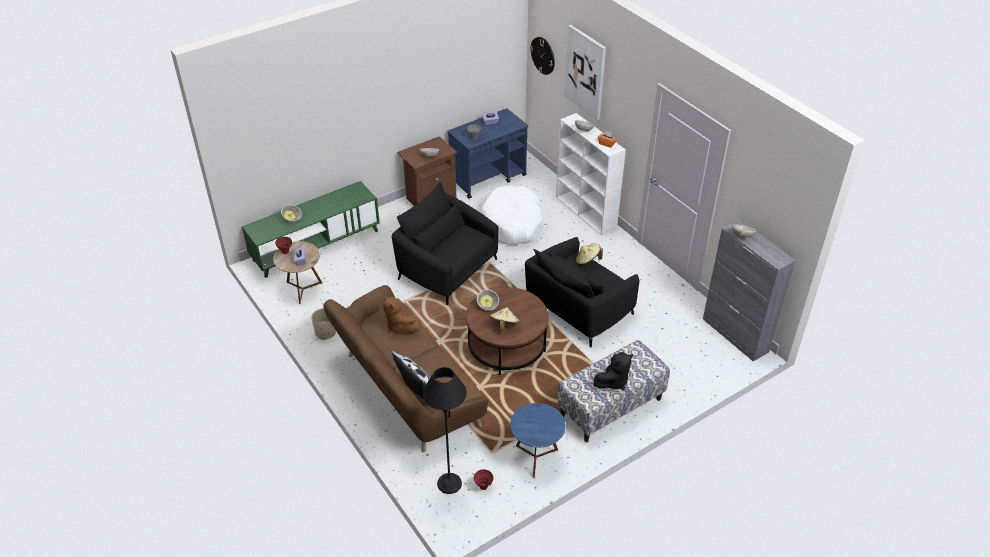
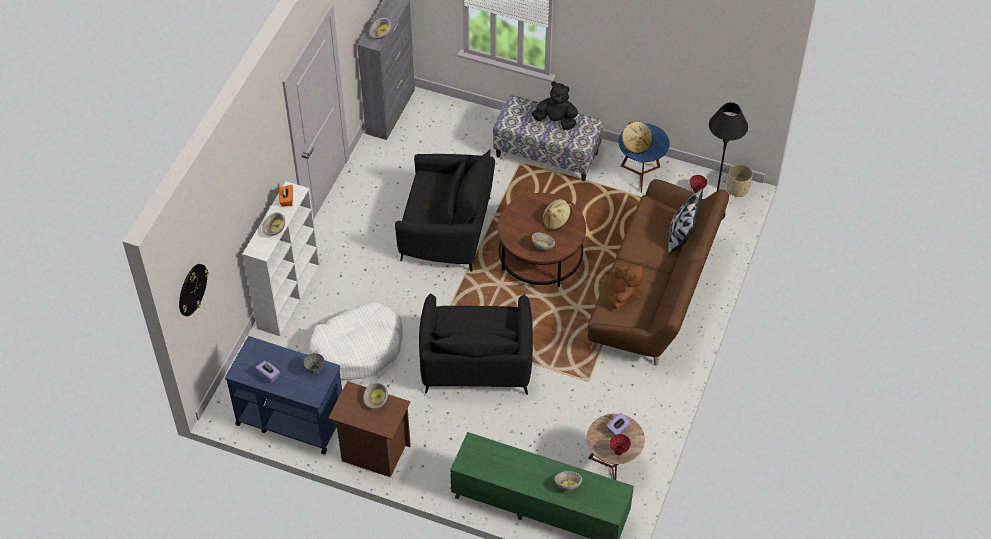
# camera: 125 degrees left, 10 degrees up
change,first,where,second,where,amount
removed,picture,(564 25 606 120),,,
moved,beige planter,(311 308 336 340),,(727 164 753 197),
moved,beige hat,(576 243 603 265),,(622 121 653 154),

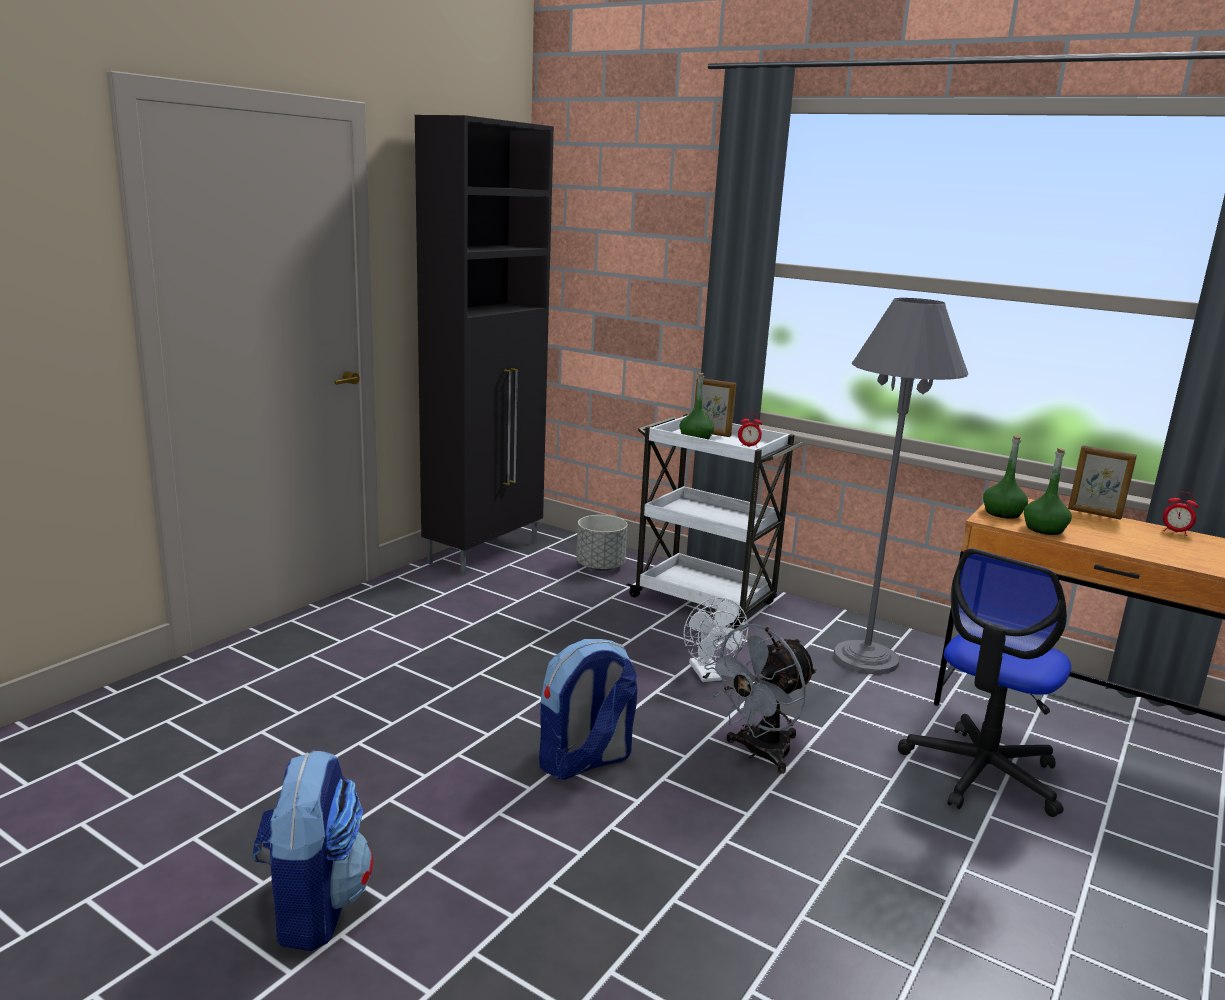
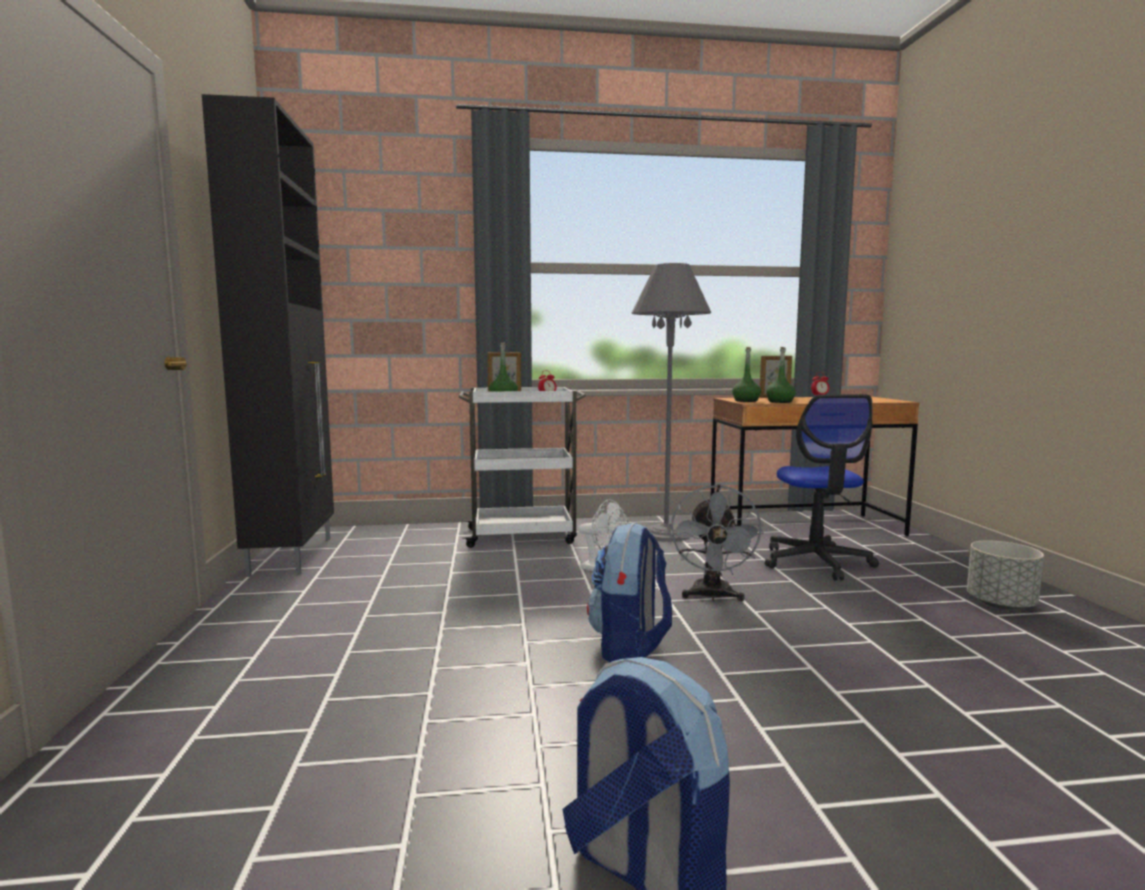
# camera: 40 degrees left, 10 degrees down
change,first,where,second,where,amount
moved,grey planter,(576 515 627 571),,(967 540 1044 610),

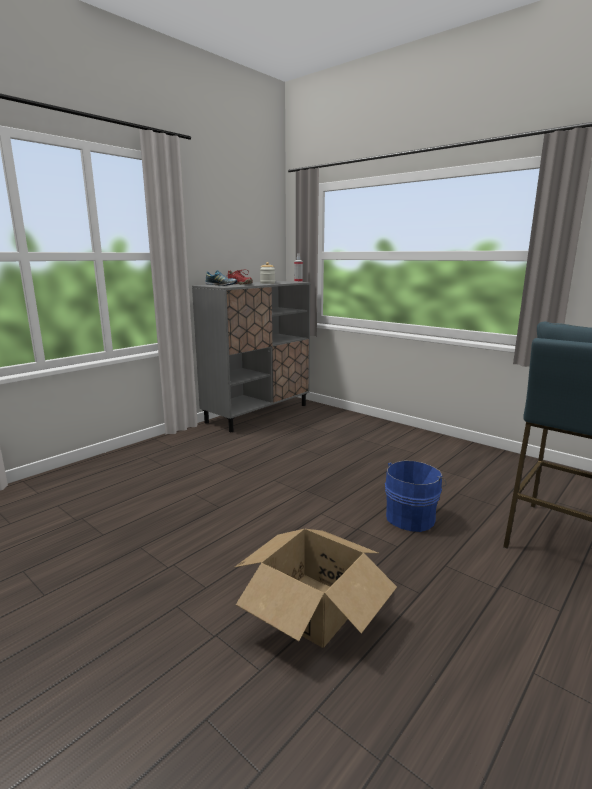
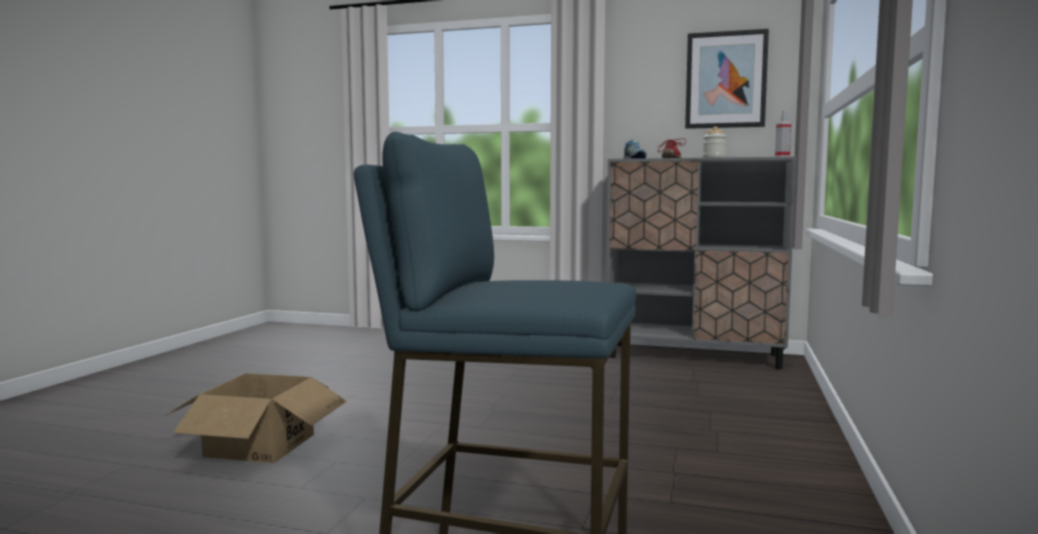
# camera: 65 degrees right, 10 degrees down
change,first,where,second,where,amount
removed,blue bucket,(385 460 447 532),,,
added,,,picture,(685 29 769 129),

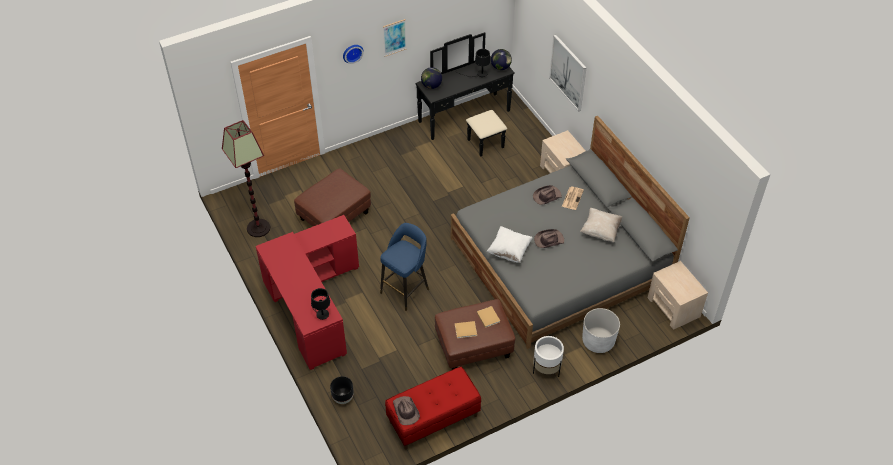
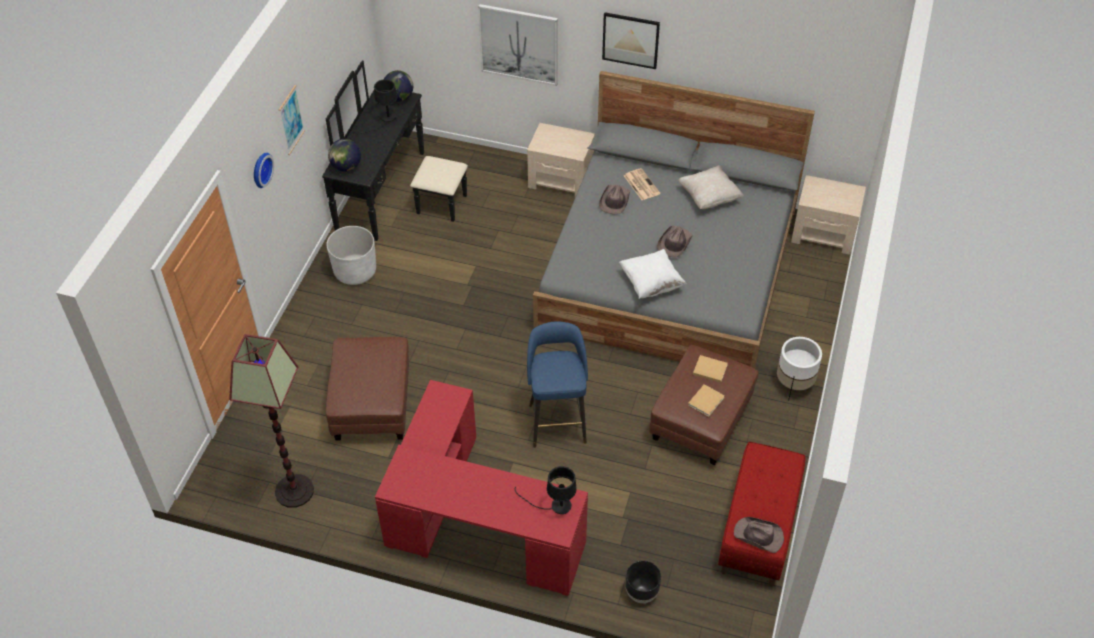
# camera: 45 degrees left, 0 degrees up
change,first,where,second,where,amount
added,,,picture,(602 12 660 69),
moved,white planter,(582 308 620 353),,(326 226 376 285),

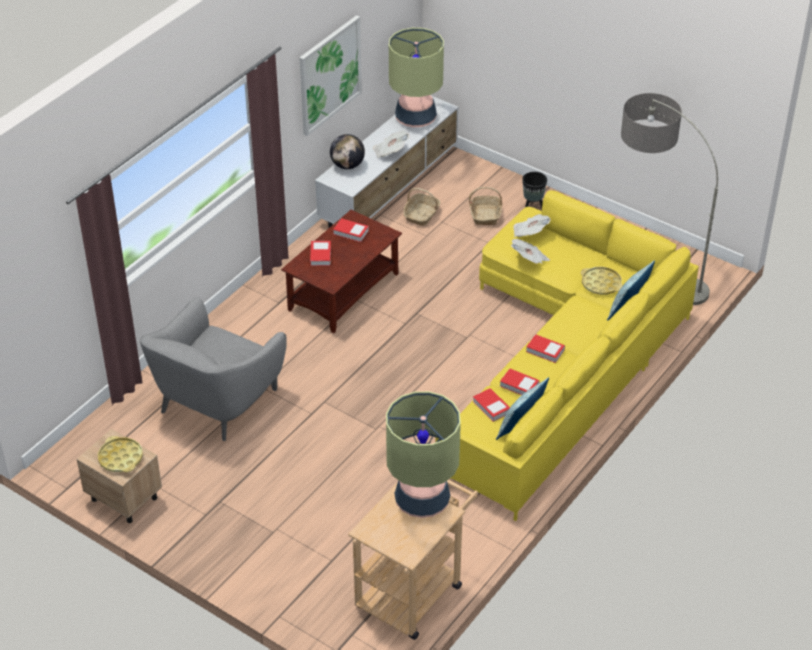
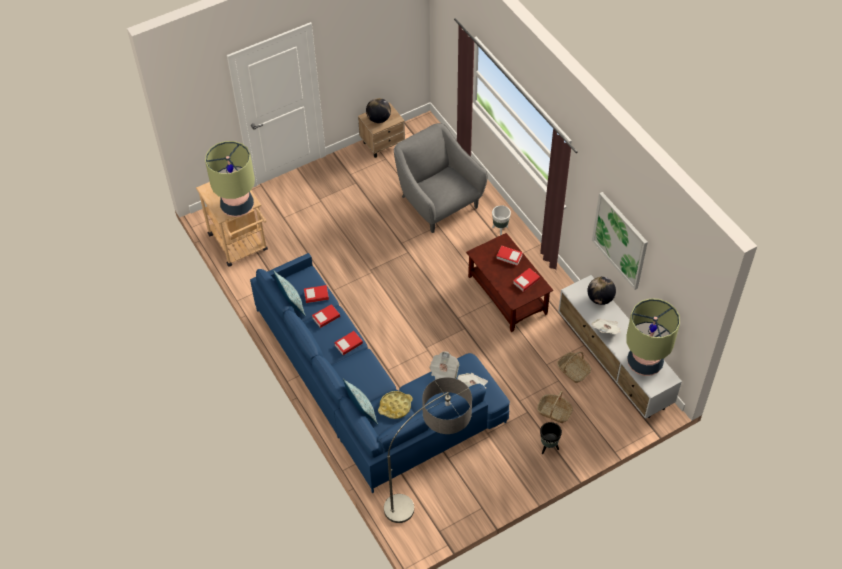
# camera: 115 degrees right, 10 degrees up
change,first,where,second,where,amount
added,,,white planter,(492 205 511 235),
replaced,yellow tray,(98 436 143 472),globe,(366 98 391 123),
recoloured,yellow sofa,(435 190 699 521),blue sofa,(250 253 510 493),

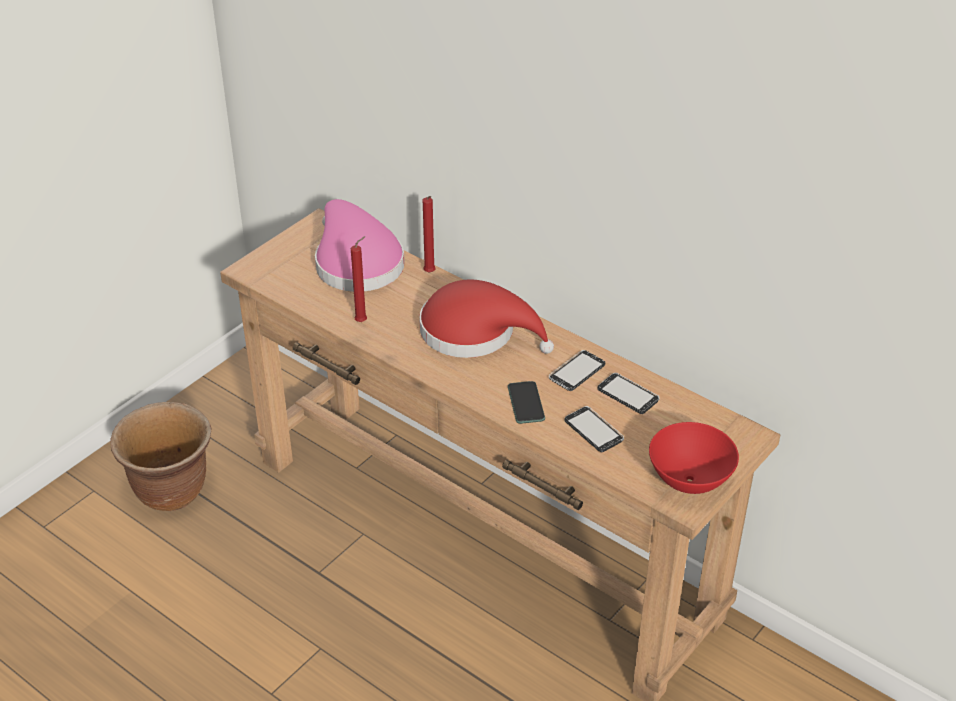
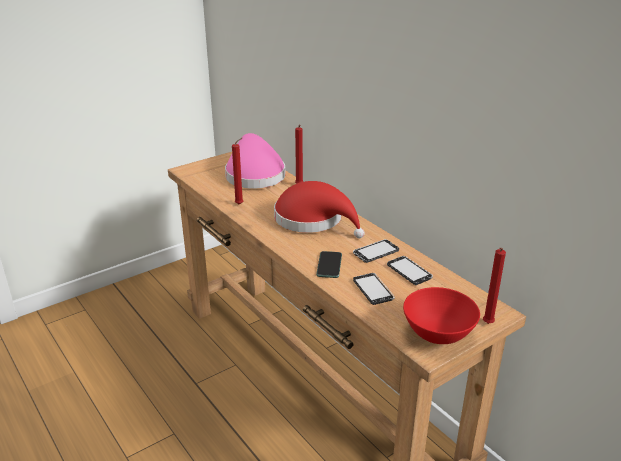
# camera: 15 degrees right, 10 degrees down
change,first,where,second,where,amount
removed,brown planter,(111 402 211 511),,,
added,,,red candle,(483 247 506 324),

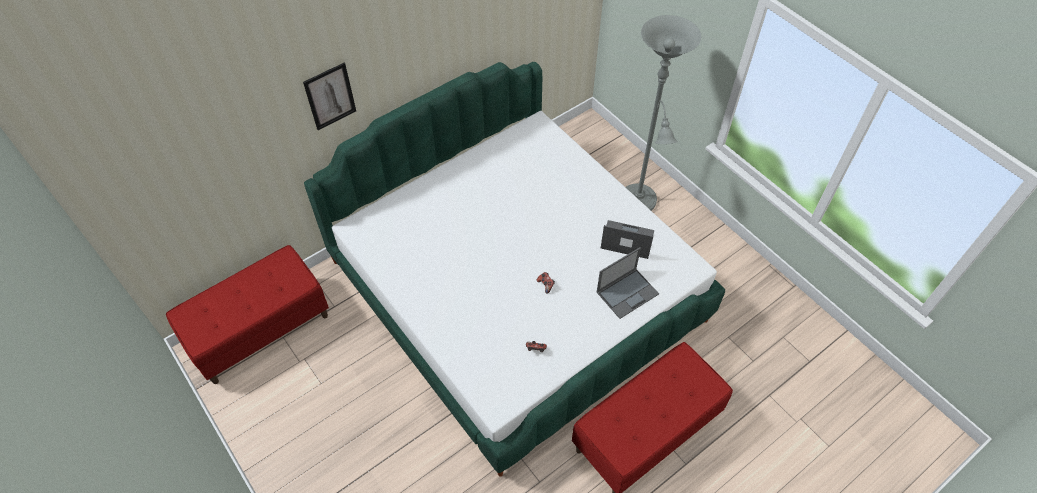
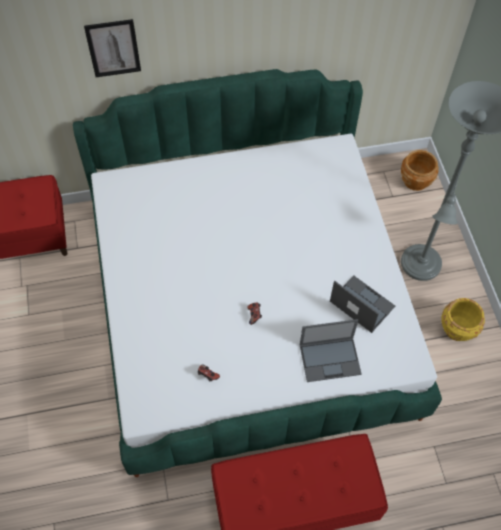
# camera: 25 degrees right, 5 degrees up
change,first,where,second,where,amount
added,,,brown planter,(401 150 439 191),
added,,,yellow planter,(441 298 485 341),

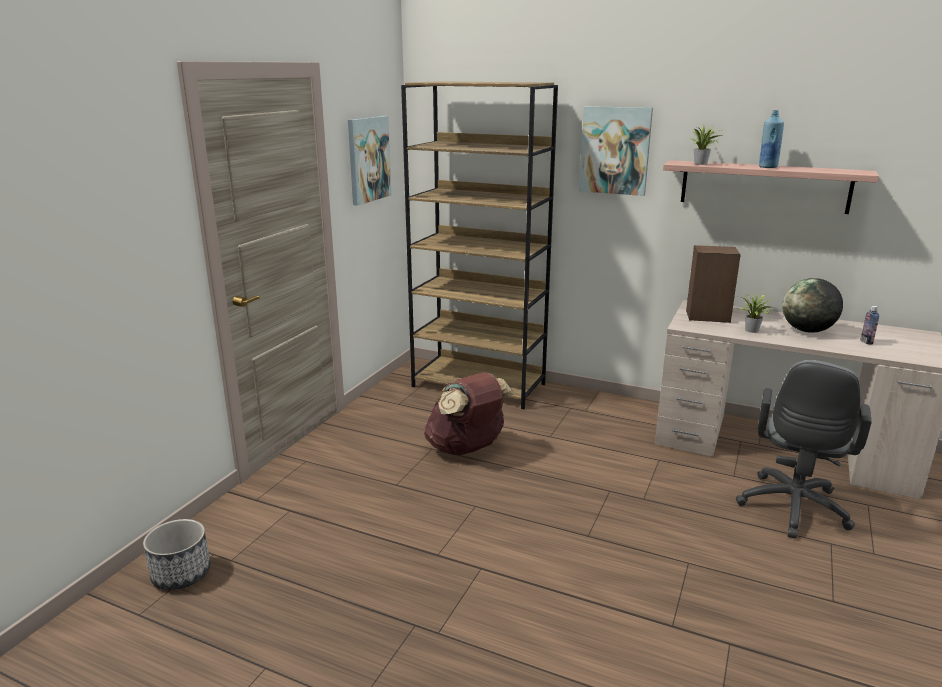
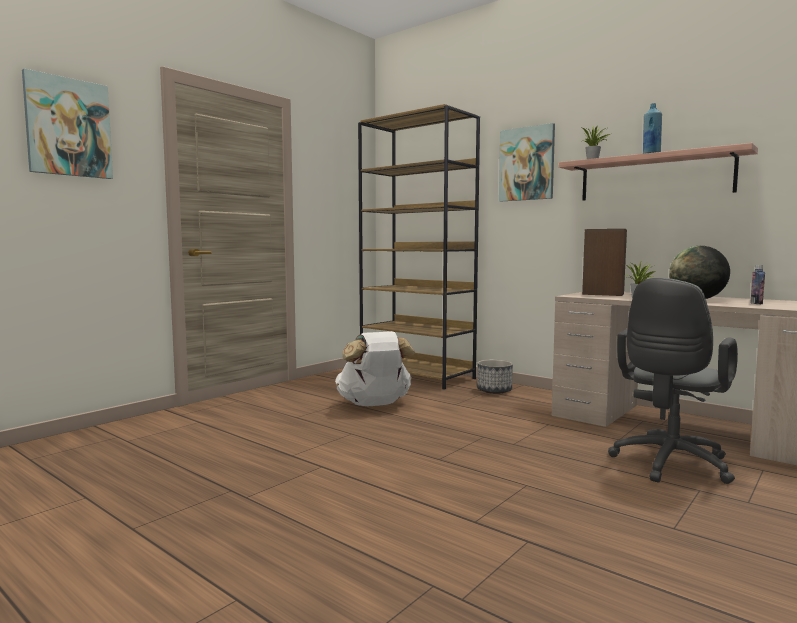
# camera: 15 degrees right, 15 degrees down
change,first,where,second,where,amount
moved,planter,(143 519 210 590),,(477 360 513 394),
moved,picture,(348 116 391 205),,(22 68 113 179),
recoloured,brown backpack,(424 372 515 455),white backpack,(335 331 415 406),

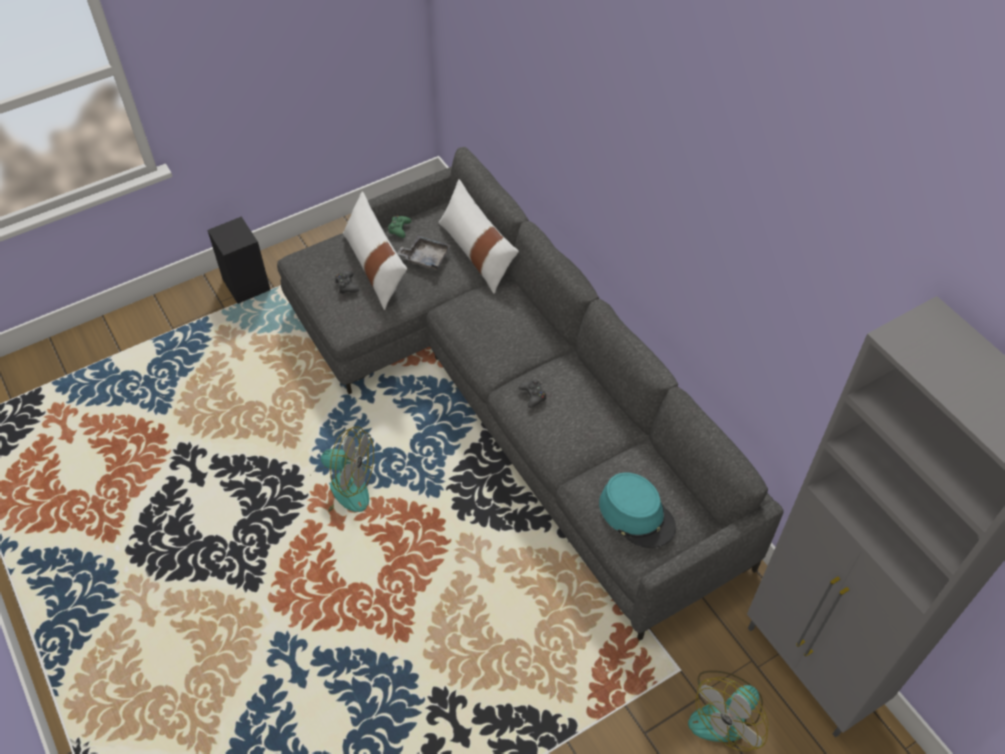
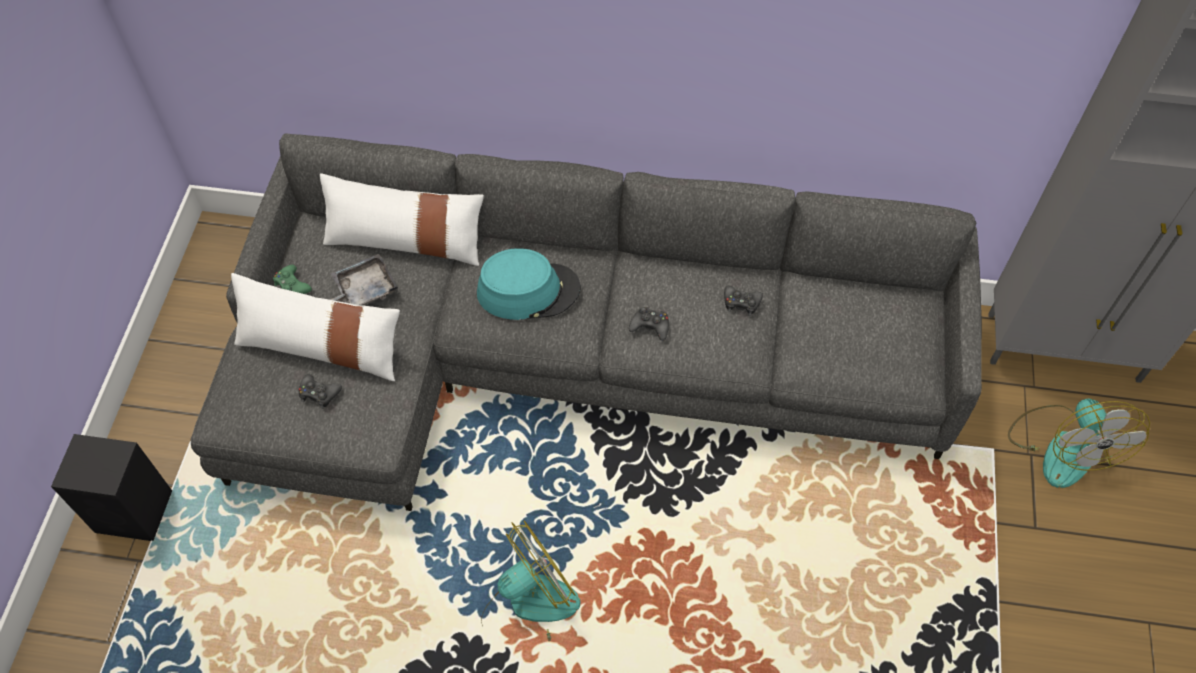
# camera: 50 degrees left, 5 degrees up
change,first,where,second,where,amount
added,,,black game controller,(724 286 763 316),
moved,turquoise hat,(599 472 676 548),,(477 248 581 320),

